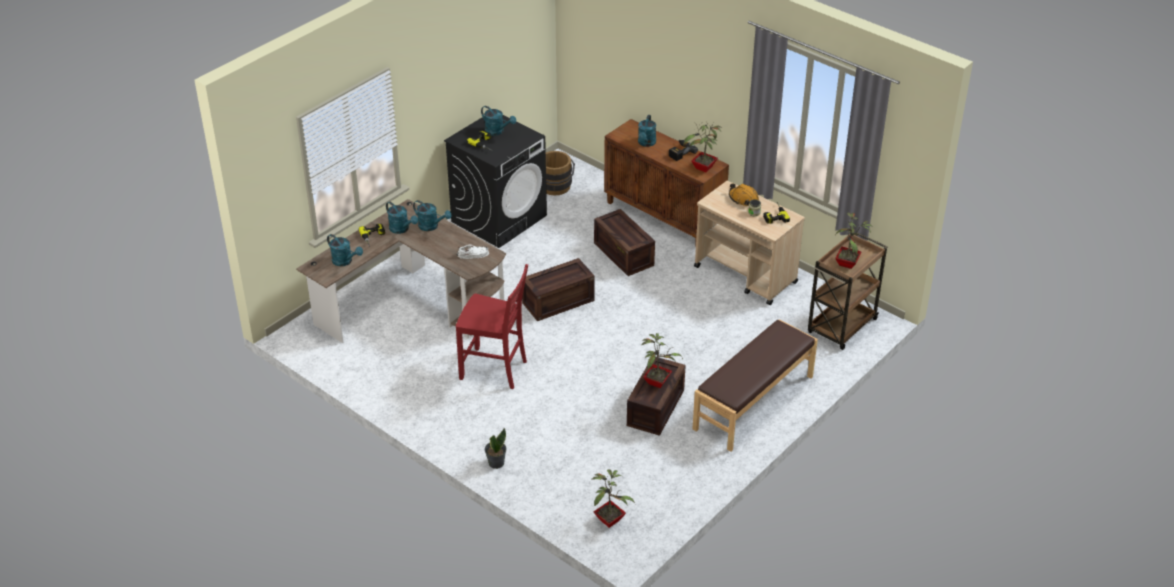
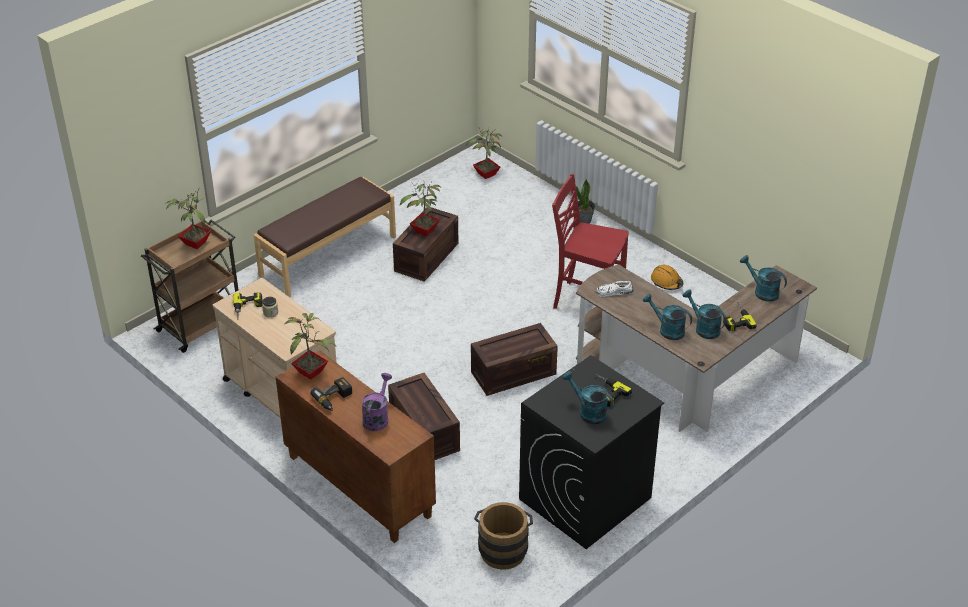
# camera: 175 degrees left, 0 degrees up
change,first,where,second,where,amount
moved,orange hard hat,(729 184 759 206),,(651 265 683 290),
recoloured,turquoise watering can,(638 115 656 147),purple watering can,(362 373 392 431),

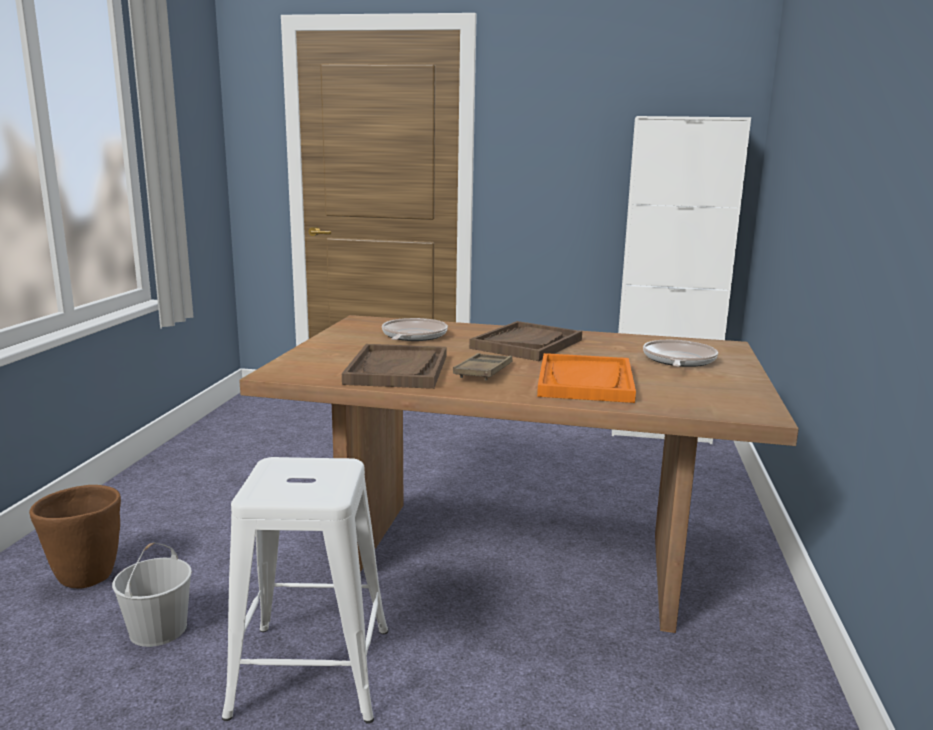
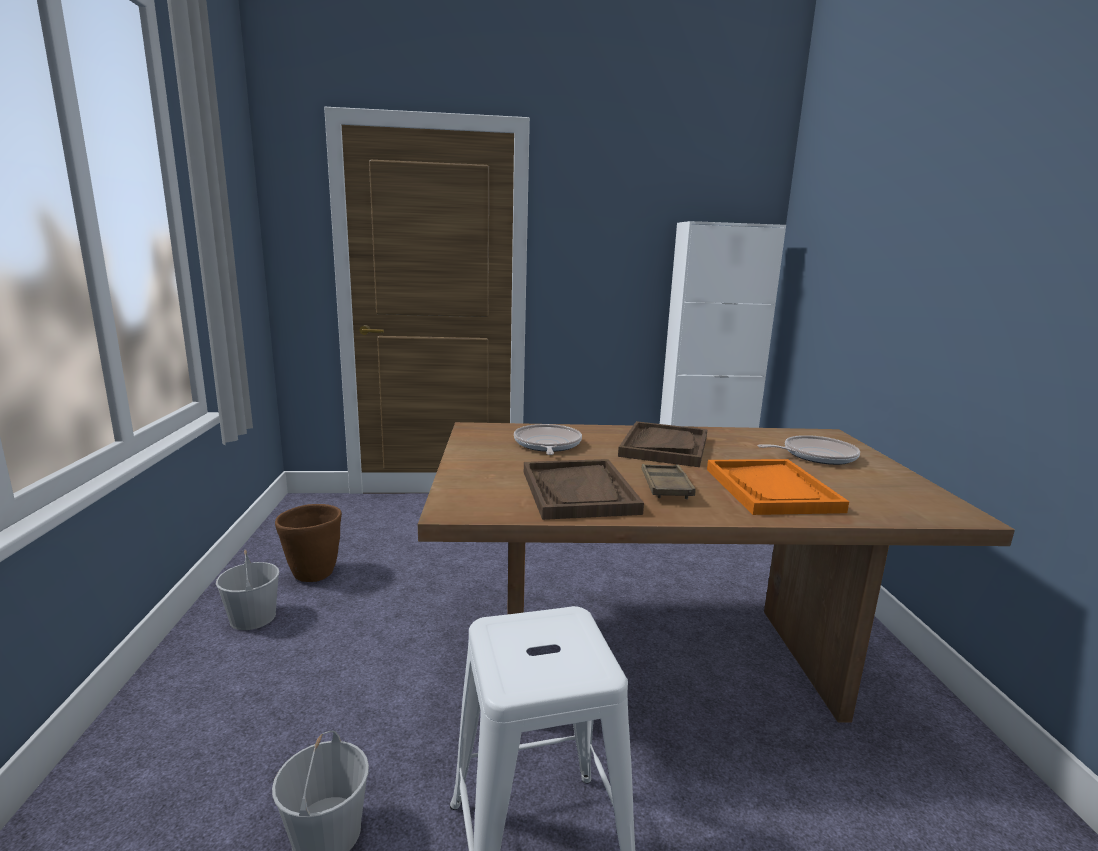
# camera: 15 degrees left, 0 degrees up
change,first,where,second,where,amount
added,,,white bucket,(216 549 280 630),
moved,brown planter,(29 485 121 589),,(275 504 342 582),
turned,frying pan,(643 340 718 367),,(758 435 860 465),75 degrees clockwise

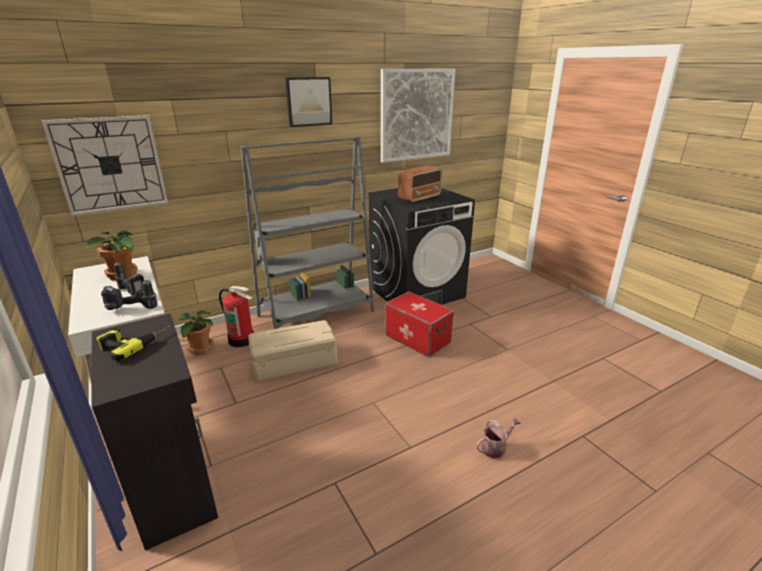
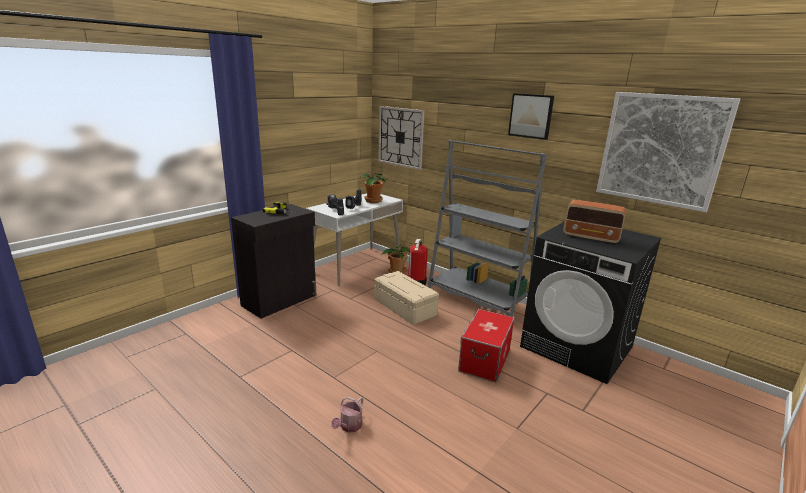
# camera: 70 degrees right, 5 degrees down
change,first,where,second,where,amount
turned,watering can,(476 417 521 459),,(331 397 363 433),75 degrees clockwise

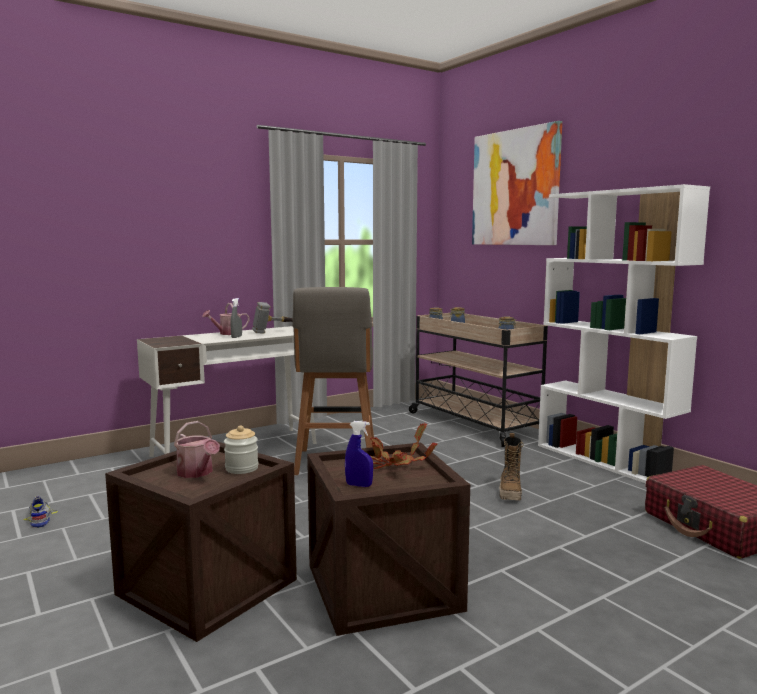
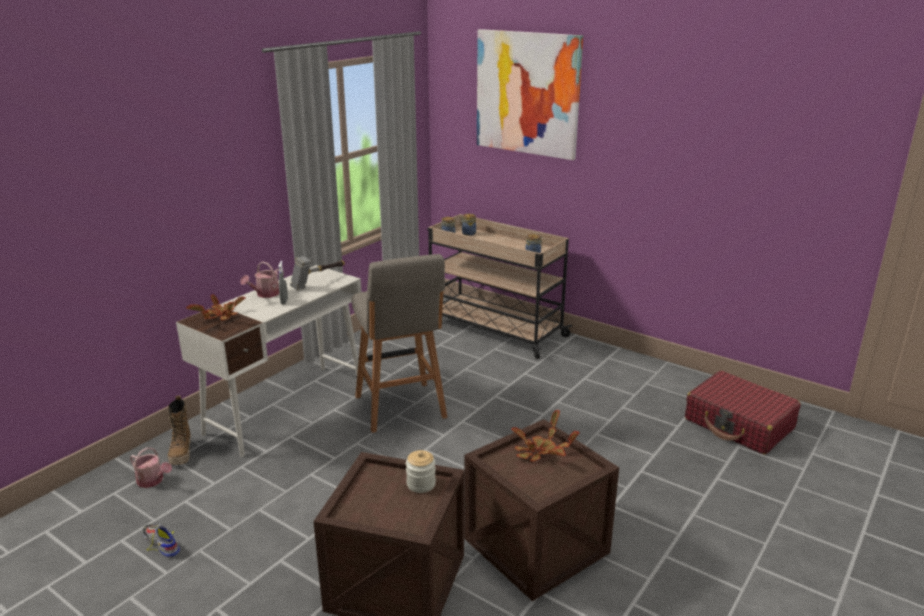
# camera: 20 degrees left, 15 degrees up
change,first,where,second,where,amount
removed,blue spray bottle,(345 421 373 487),,,
removed,white bookcase,(538 184 710 483),,,
added,,,potted plant,(186 294 245 320),
moved,watering can,(174 421 220 478),,(130 447 172 488),
moved,boot,(499 433 524 501),,(168 396 191 465),

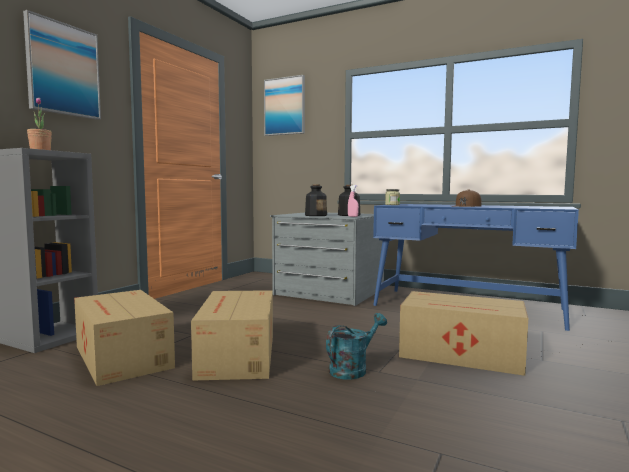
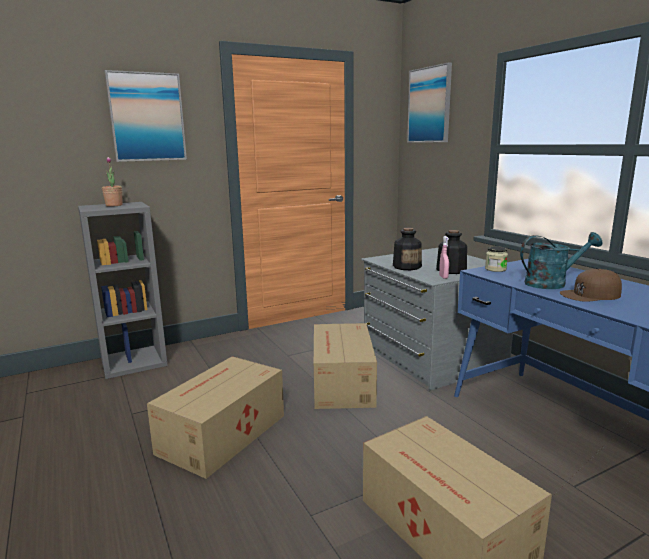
# camera: 35 degrees right, 10 degrees up
change,first,where,second,where,amount
moved,cardboard box,(74 290 175 386),,(314 323 377 409),
moved,turquoise watering can,(326 313 387 380),,(520 232 603 289),

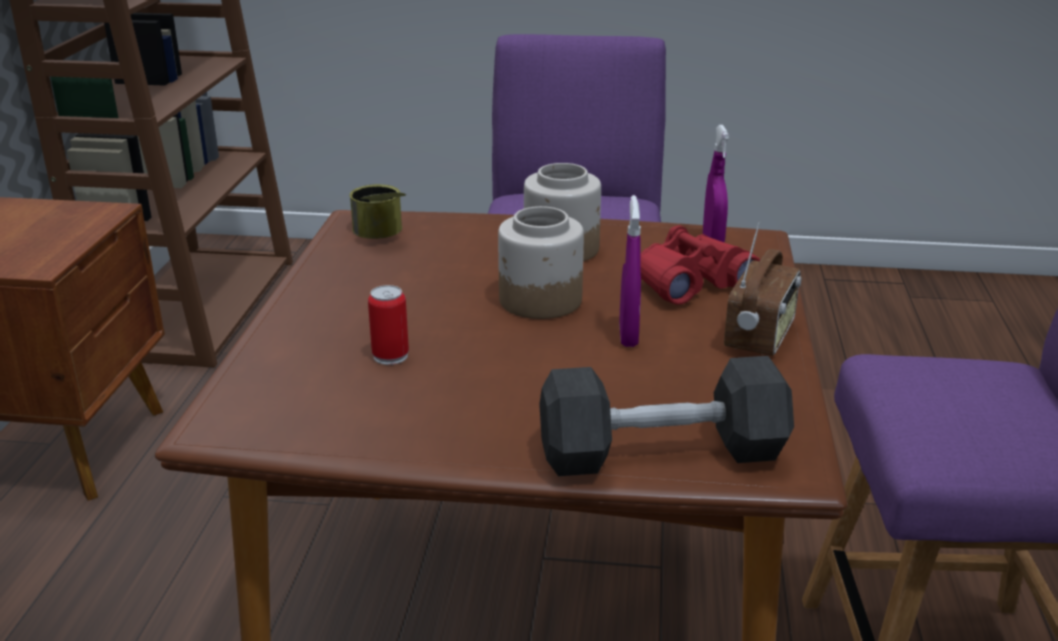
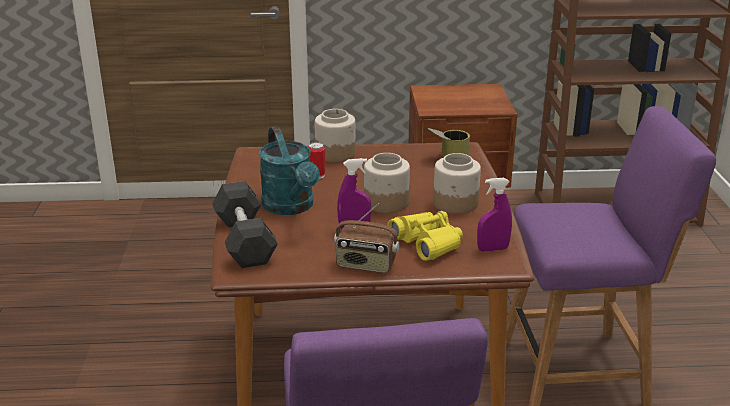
# camera: 80 degrees right, 0 degrees up
change,first,where,second,where,amount
added,,,turquoise watering can,(259 126 320 215),
added,,,jar,(315 109 356 163),
recoloured,red binoculars,(641 225 760 305),yellow binoculars,(387 211 463 261),

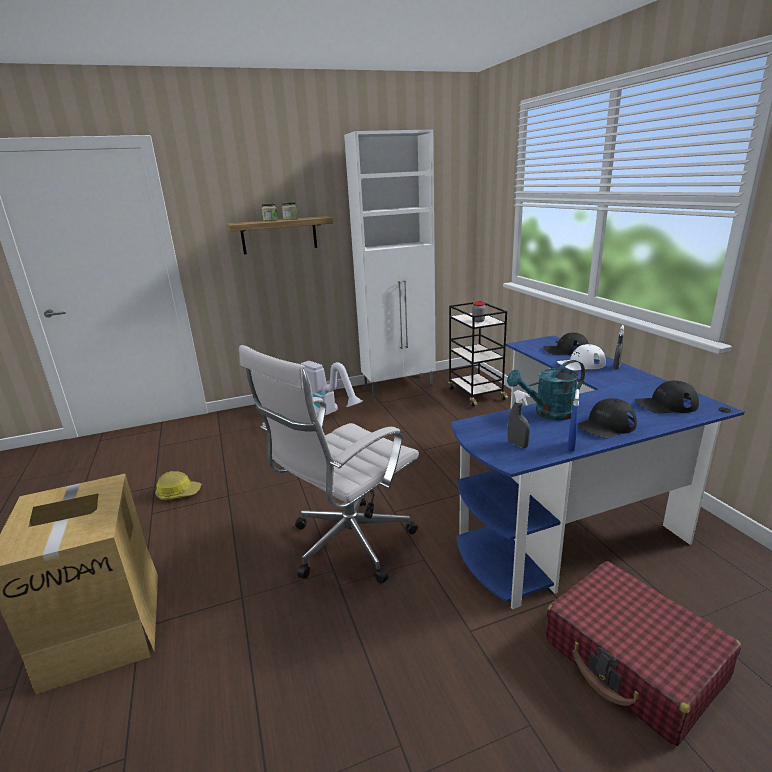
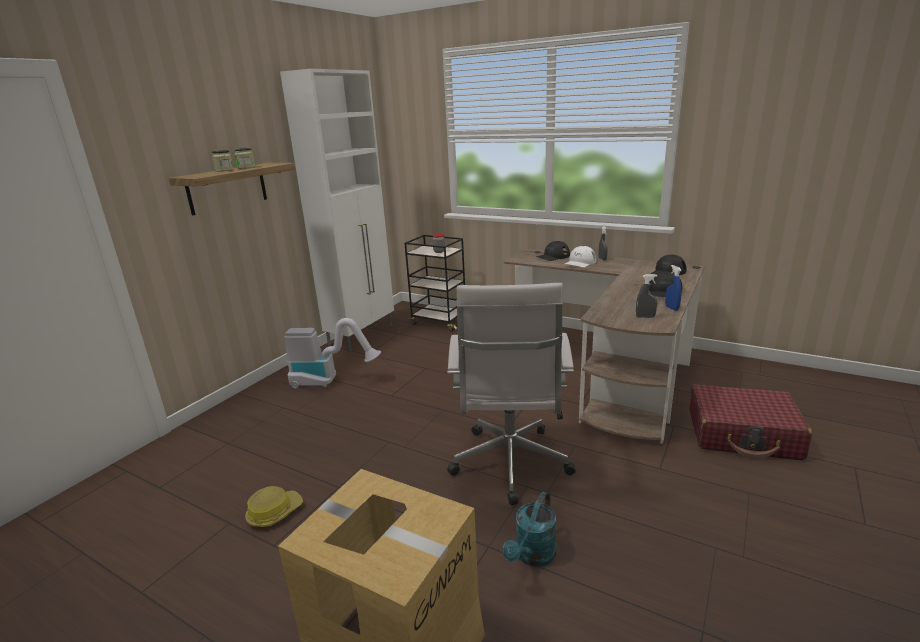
# camera: 40 degrees left, 0 degrees up
change,first,where,second,where,amount
moved,turquoise watering can,(507 360 585 420),,(502 492 556 567),
recoloured,blue desk,(452 335 745 609),brown desk,(504 249 705 444),

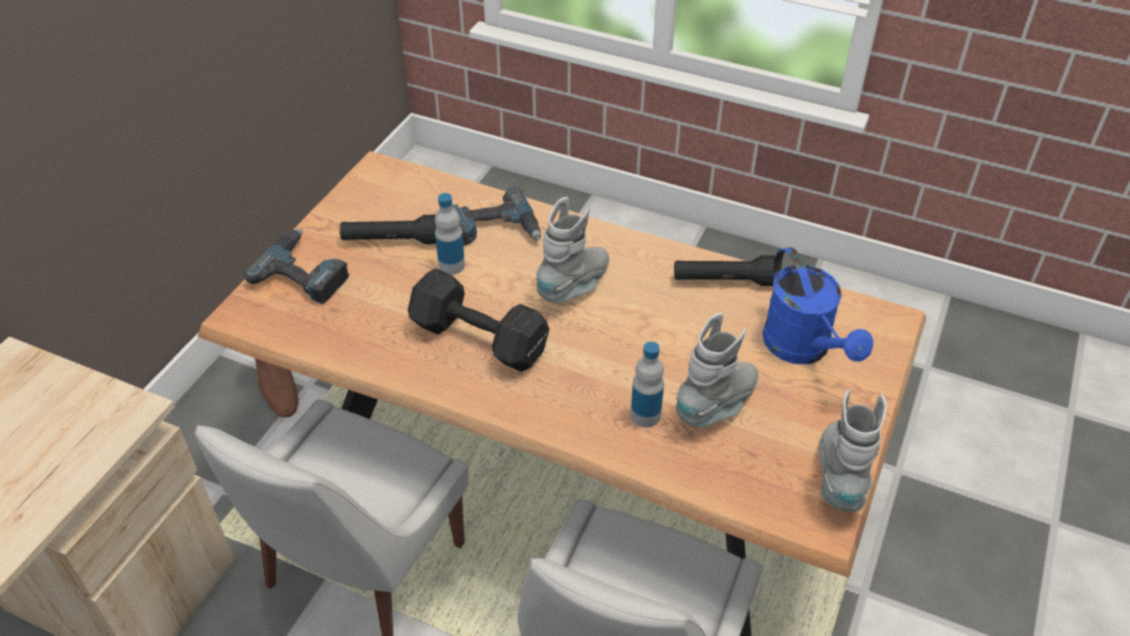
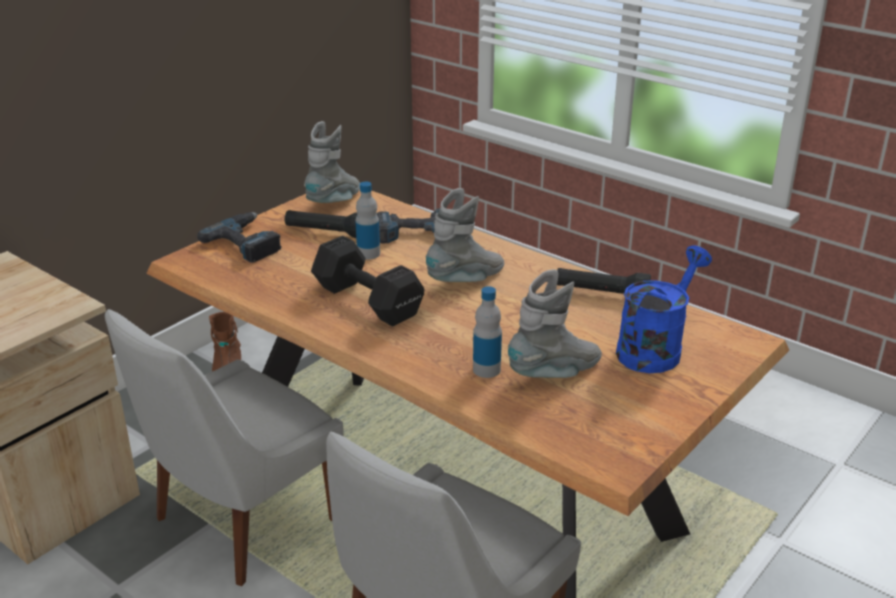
# camera: 15 degrees right, 15 degrees down
change,first,where,second,where,amount
moved,grey boot,(818 389 887 512),,(304 121 360 203),
turned,blue watering can,(762 247 873 364),,(616 245 712 373),135 degrees counterclockwise

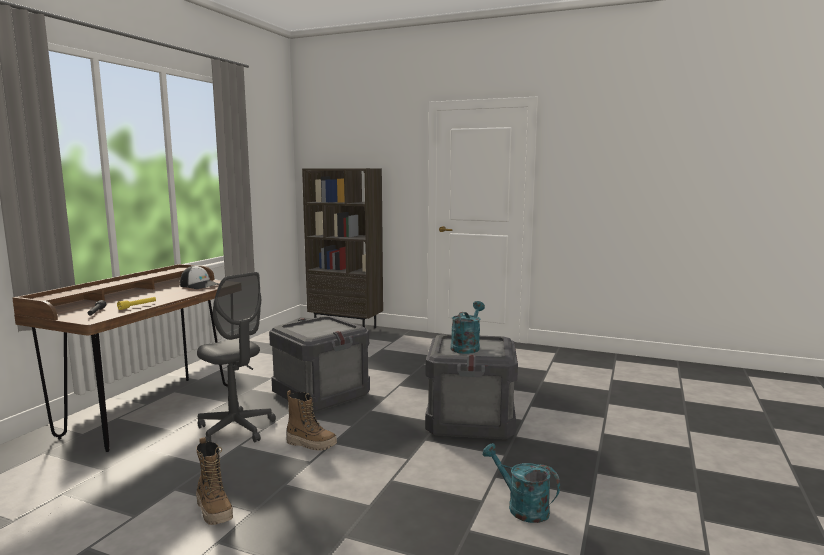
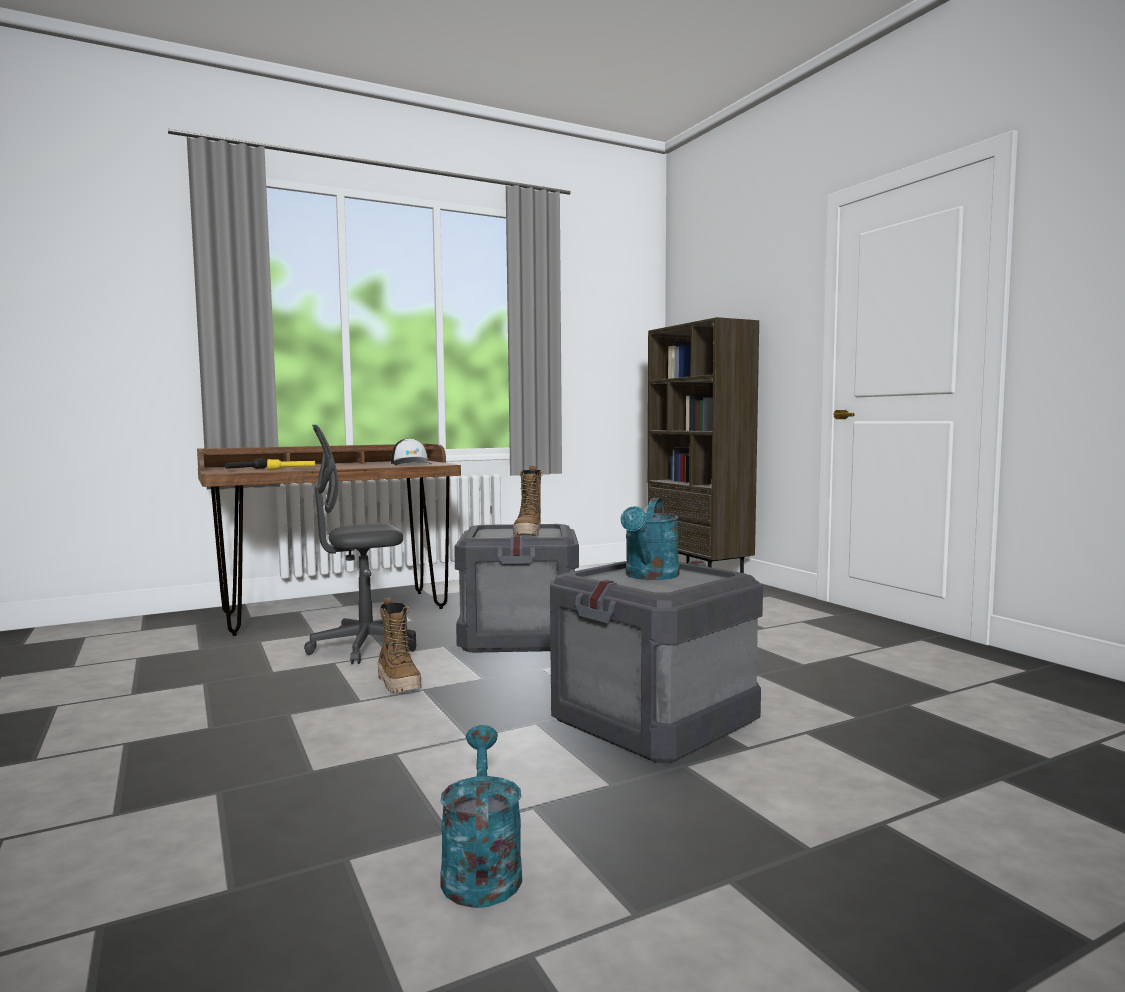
# camera: 40 degrees right, 5 degrees down
change,first,where,second,where,amount
moved,boot,(196 437 233 525),,(513 466 543 536),
turned,grey office chair,(197 272 276 443),,(304 425 416 664),75 degrees clockwise
turned,turquoise watering can,(451 301 485 354),,(621 498 680 580),135 degrees clockwise

